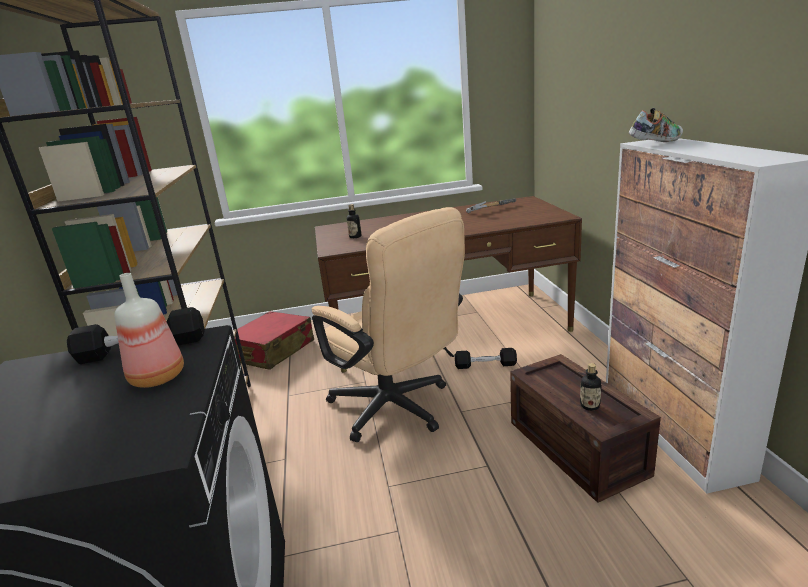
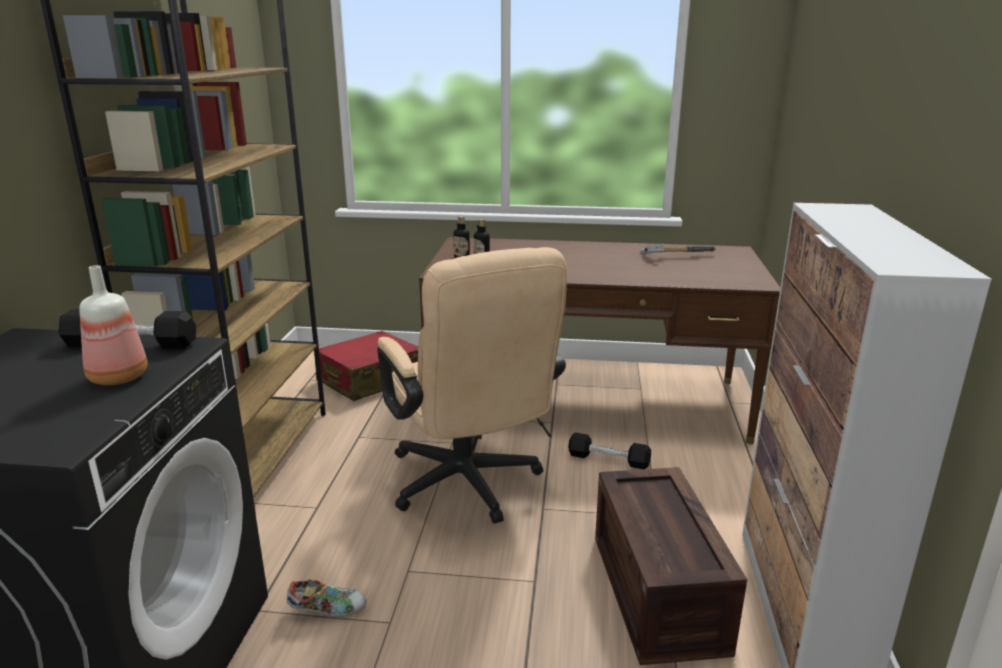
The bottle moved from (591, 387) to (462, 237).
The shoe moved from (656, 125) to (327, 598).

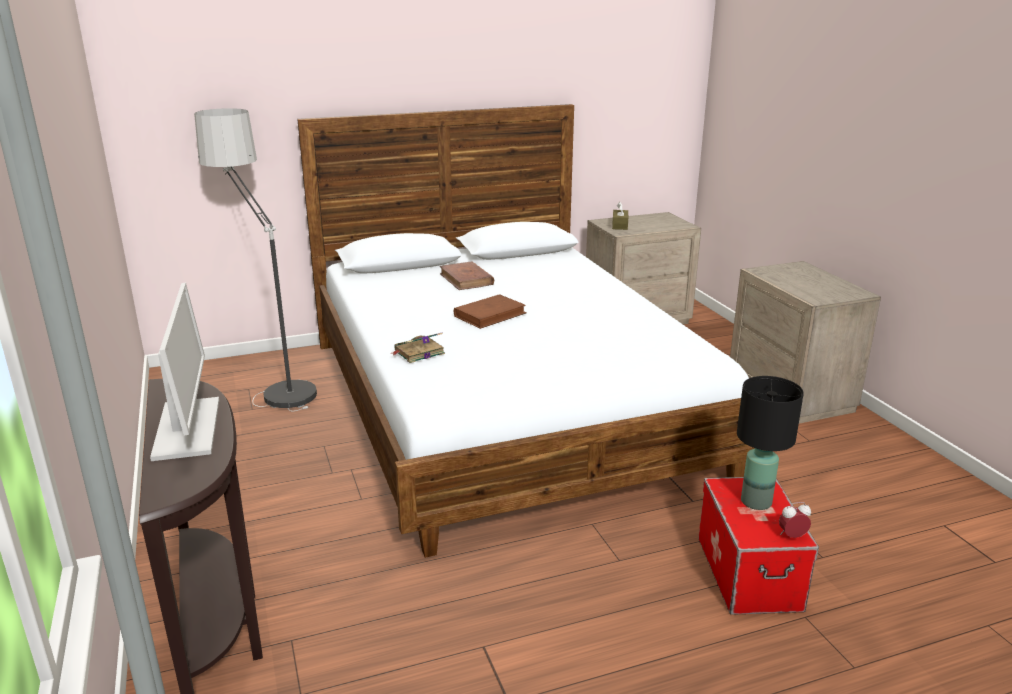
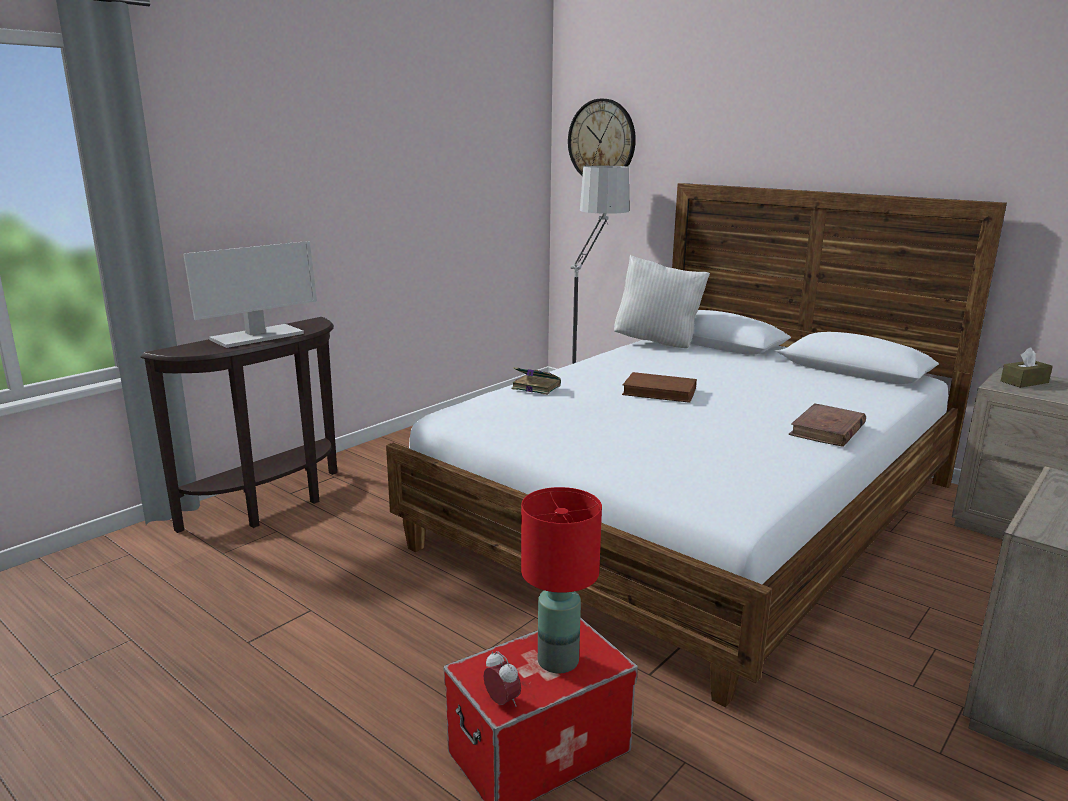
The wall clock at (602, 137) appeared.
The white pillow at (662, 301) appeared.
The brown book moved from (467, 275) to (827, 425).
The black table lamp at (770, 443) became the red table lamp at (561, 580).

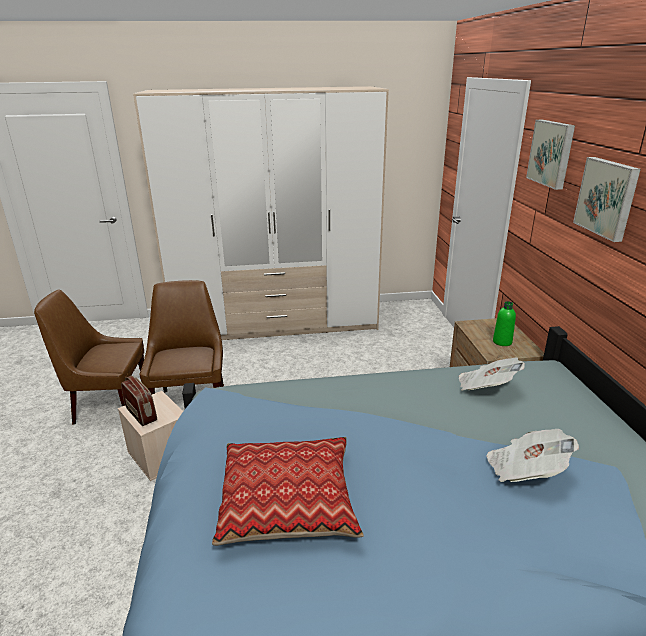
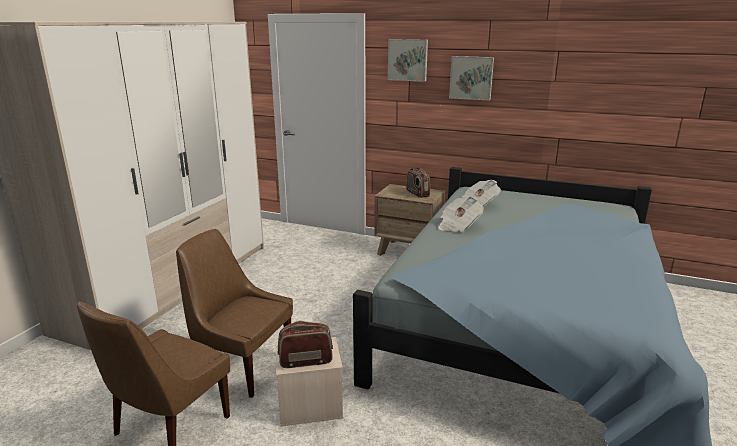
The pillow at (288, 491) disappeared.
The newspaper moved from (532, 455) to (461, 214).
The green bottle at (504, 323) was replaced by the radio at (418, 183).

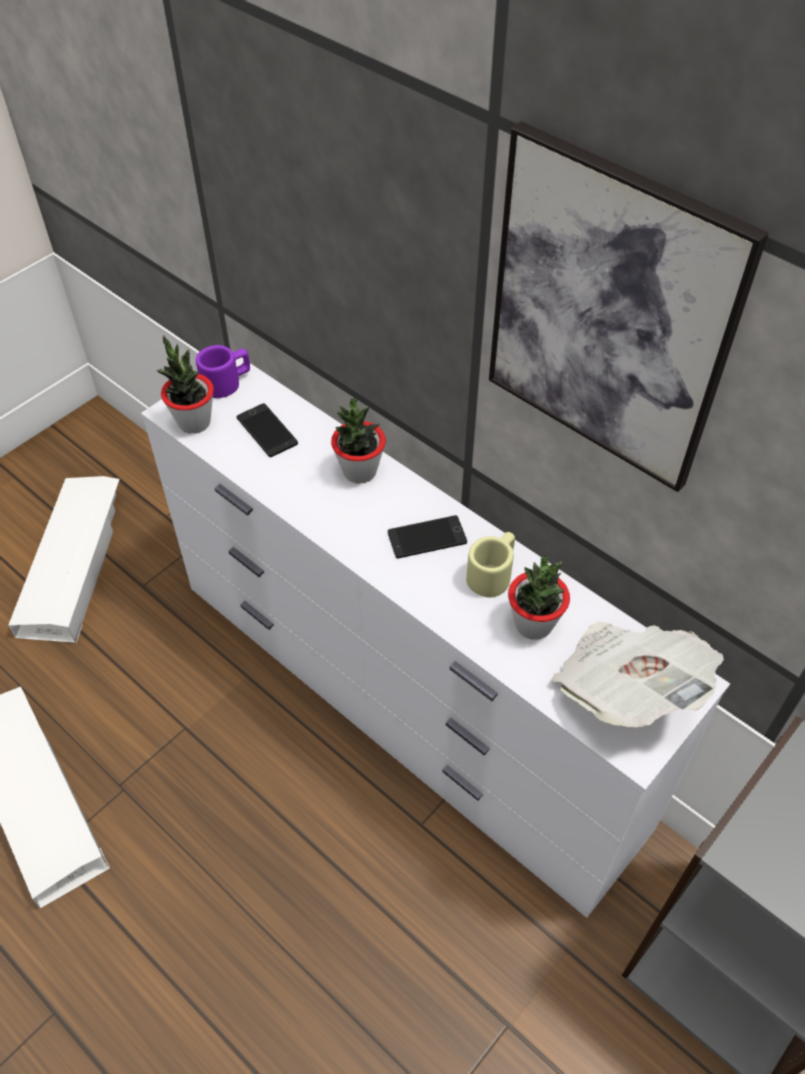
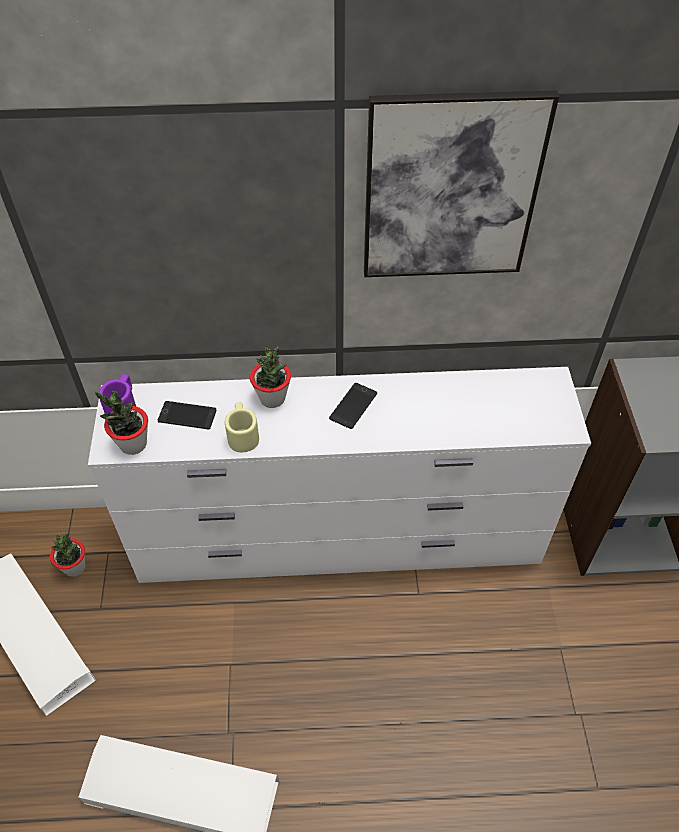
The newspaper at (637, 674) disappeared.
The beige mug moved from (490, 565) to (242, 427).
The potted plant moved from (539, 598) to (67, 554).

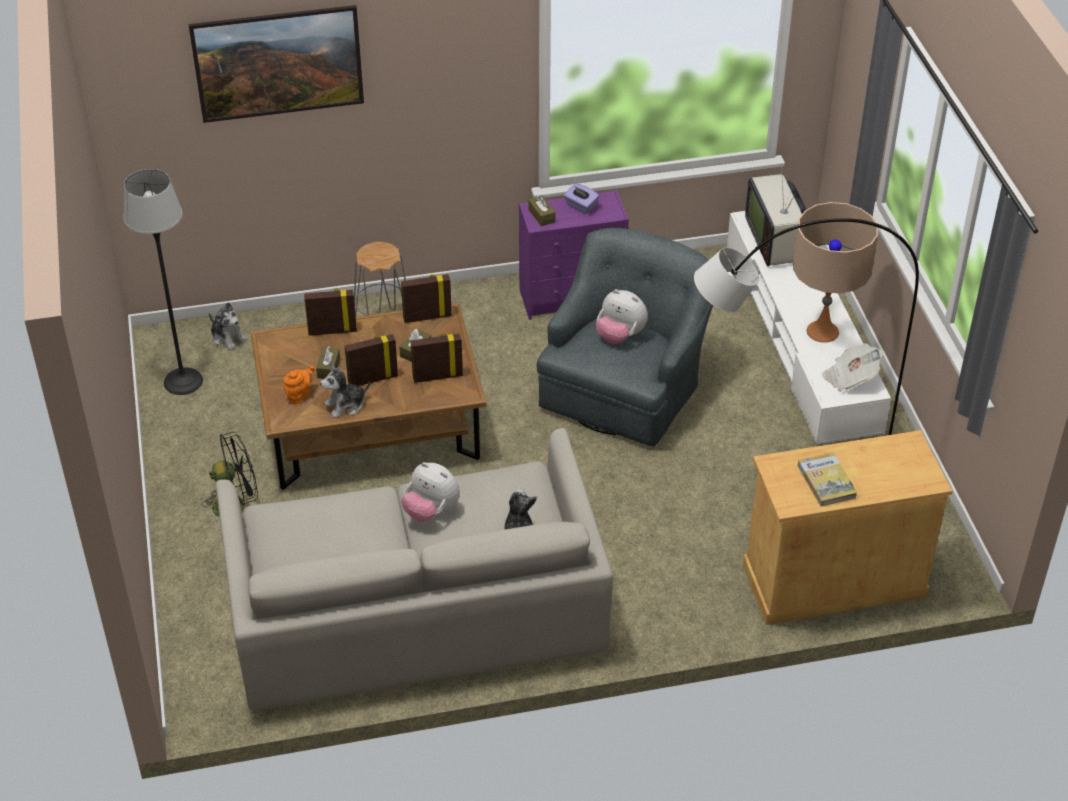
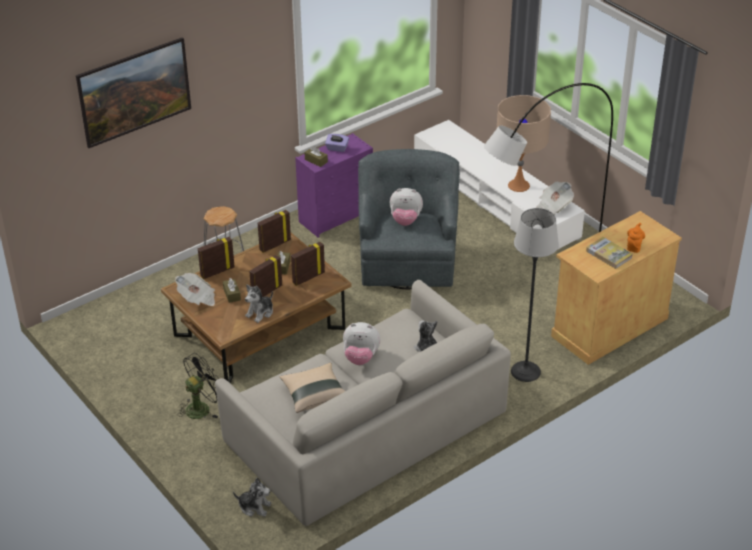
The television at (775, 215) disappeared.
The newspaper at (195, 289) appeared.
The beige pillow at (312, 387) appeared.
The floor lamp moved from (163, 282) to (535, 295).
The plush toy moved from (228, 326) to (252, 497).
The orange teapot moved from (298, 385) to (636, 238).

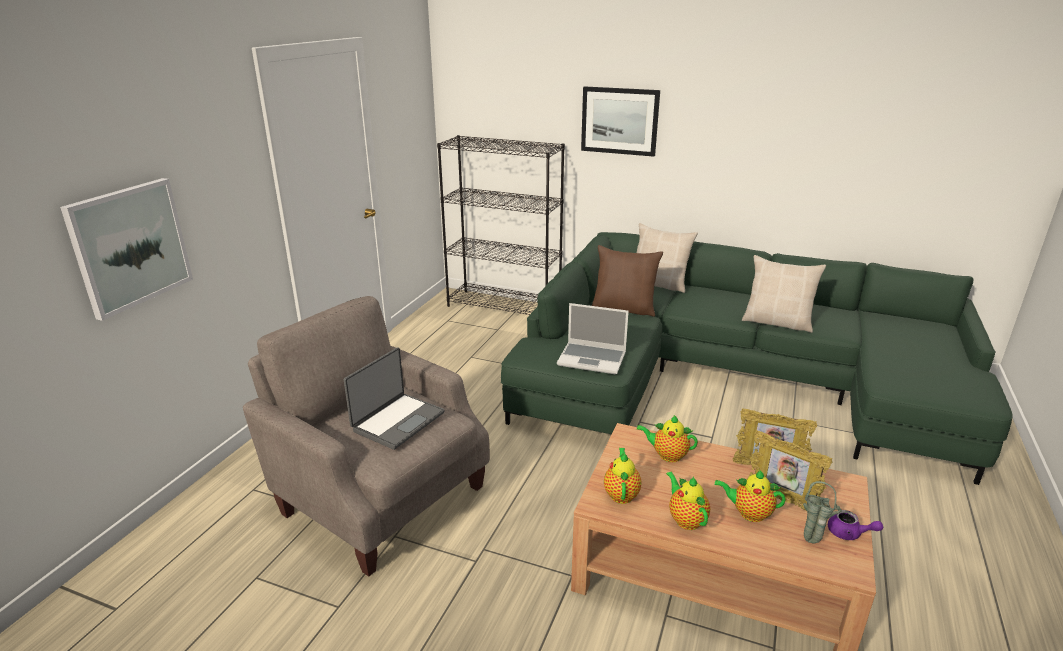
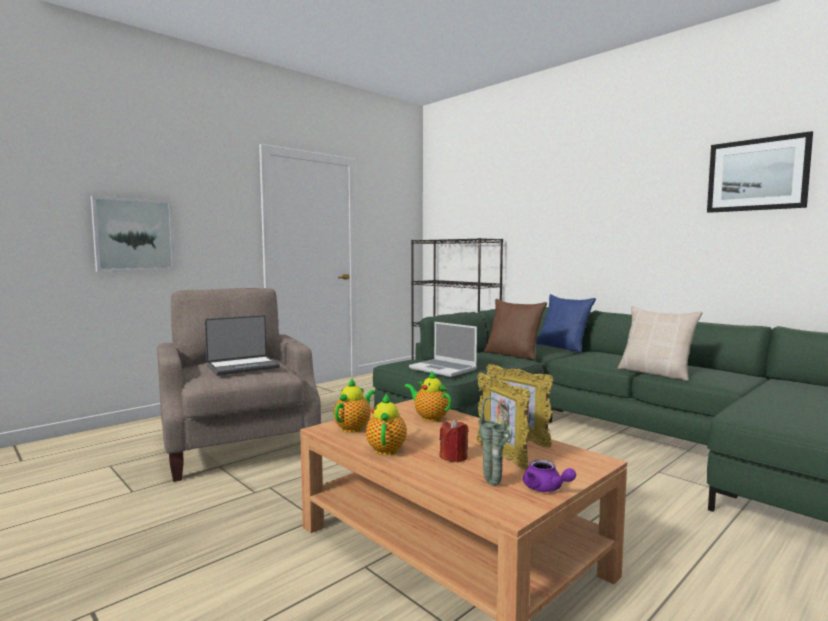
The picture moved from (620, 121) to (760, 172).
The teapot at (750, 496) was replaced by the red candle at (454, 440).
The beige pillow at (667, 258) became the blue pillow at (566, 323).

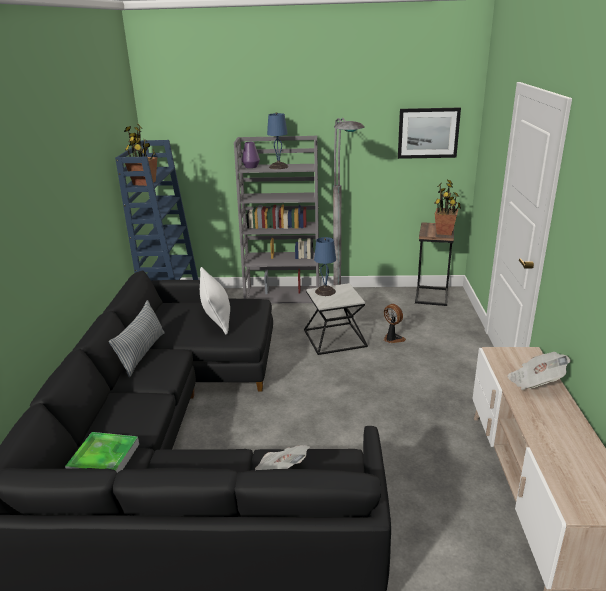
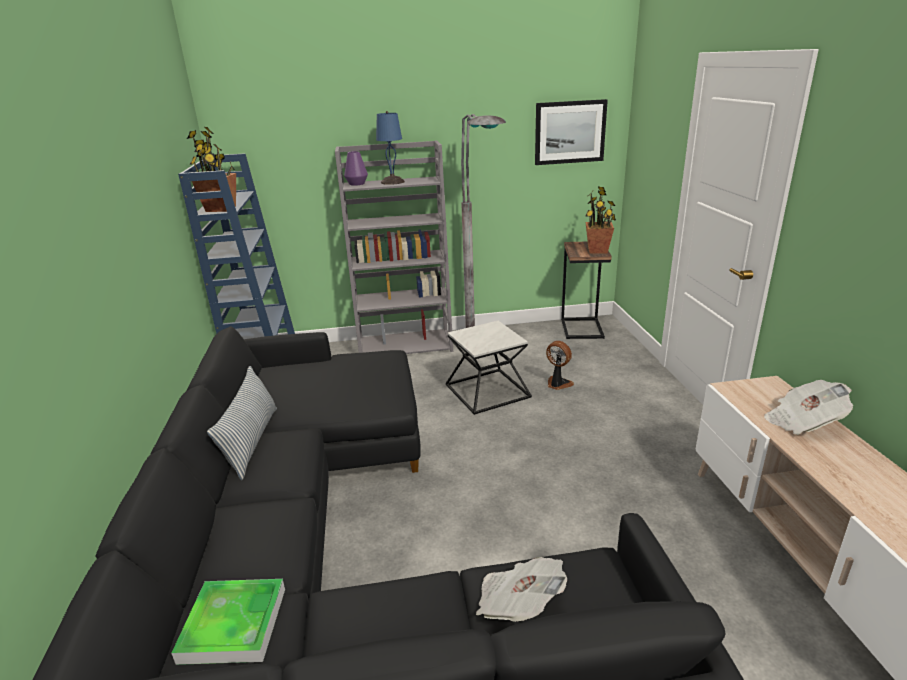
The white pillow at (215, 301) disappeared.
The blue table lamp at (325, 266) disappeared.

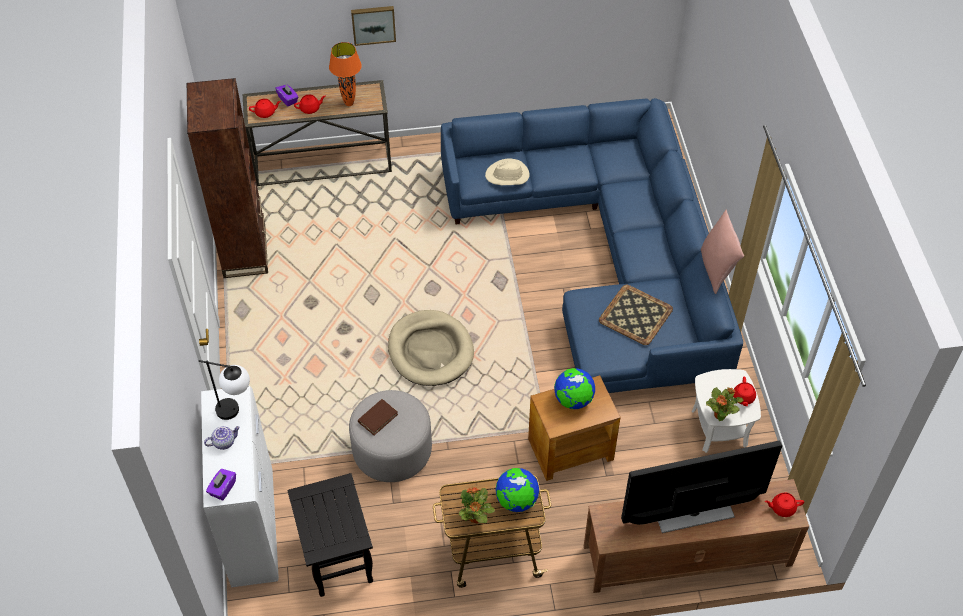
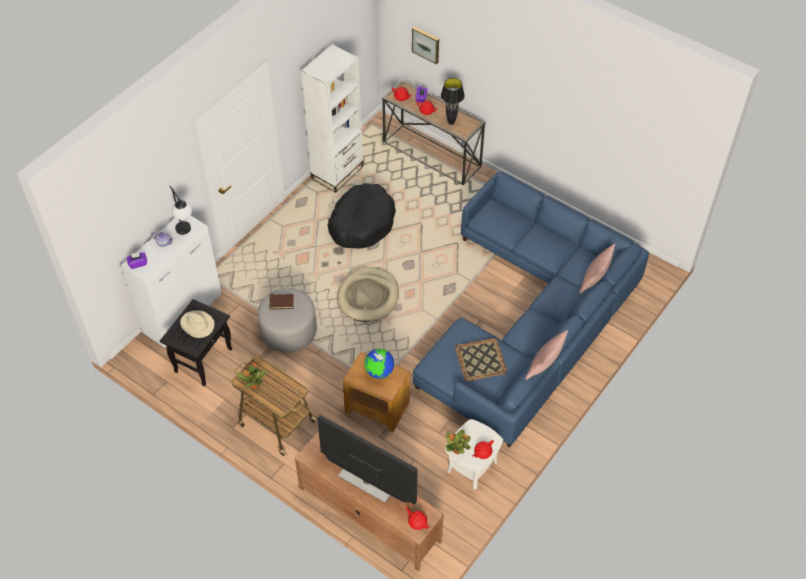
The globe at (517, 490) disappeared.
The black dog bed at (362, 216) appeared.
The pink pillow at (597, 269) appeared.
The picture moved from (373, 26) to (425, 45).
The beige hat moved from (507, 172) to (197, 324).
The brown bookcase at (227, 178) became the white bookcase at (332, 118).
The orange table lamp at (345, 74) became the black table lamp at (453, 101).

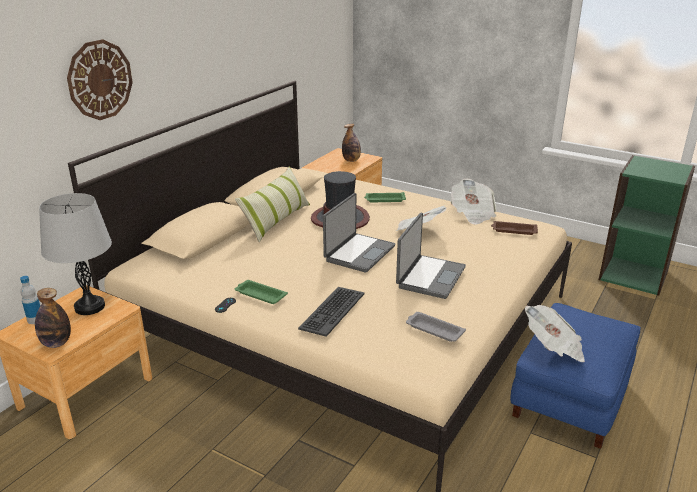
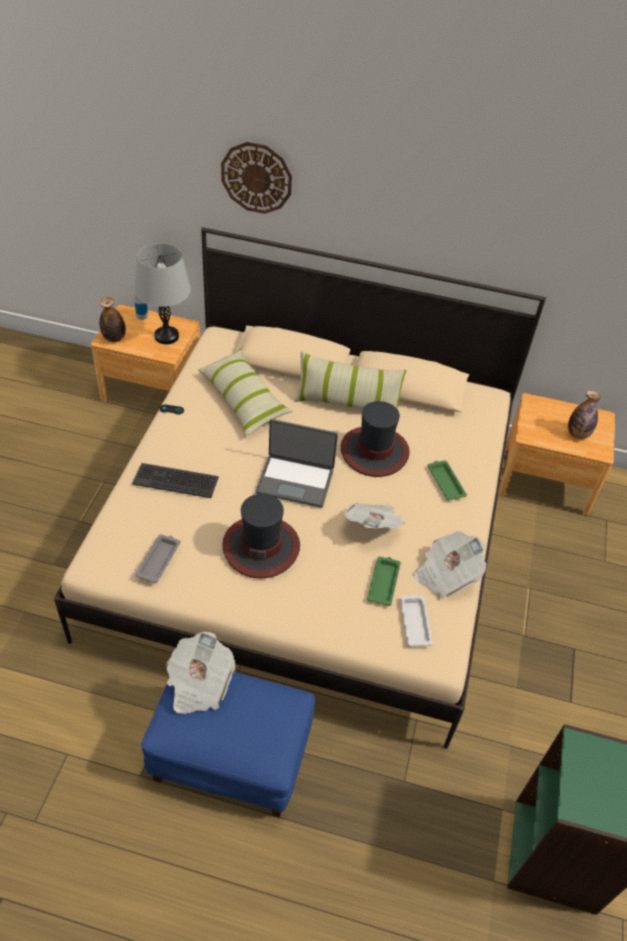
The pillow at (245, 392) appeared.
The green tray moved from (261, 292) to (384, 581).
The laptop at (431, 256) was replaced by the hat at (261, 536).
The brown tray at (514, 228) became the white tray at (416, 620).

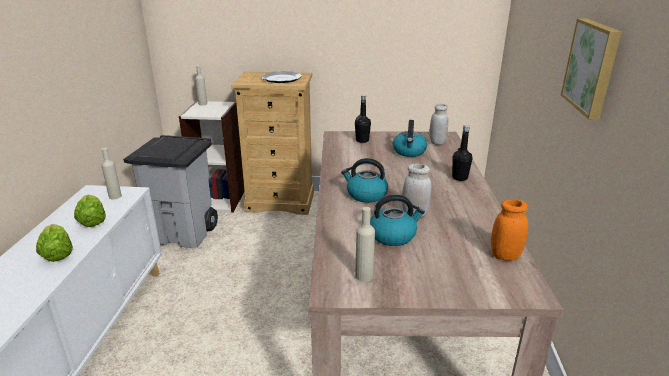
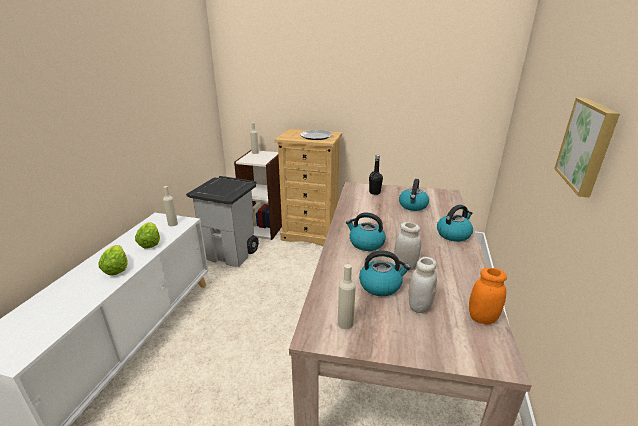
The white jar moved from (439, 124) to (423, 285).
The black bottle at (462, 153) was replaced by the kettle at (455, 223).

